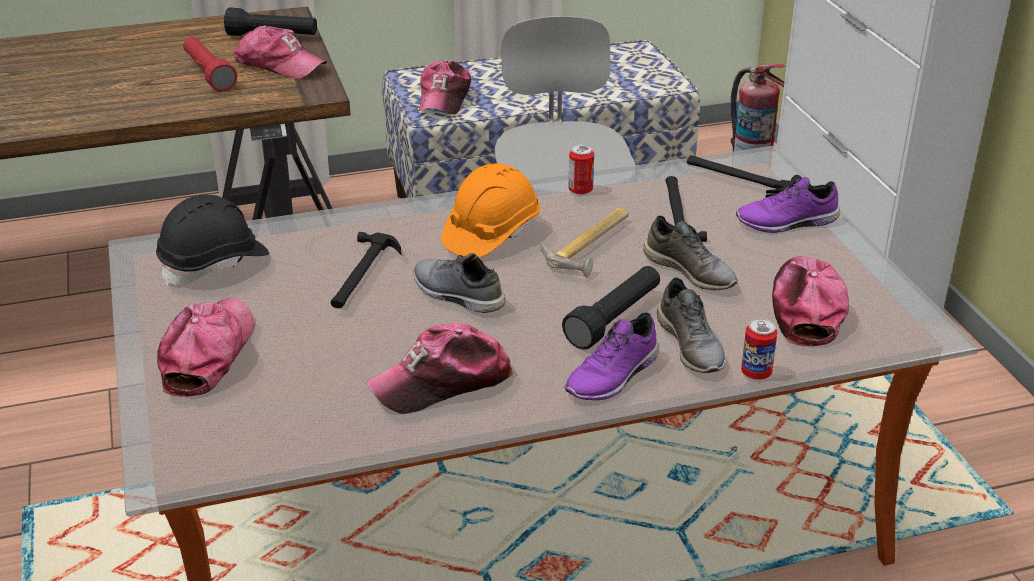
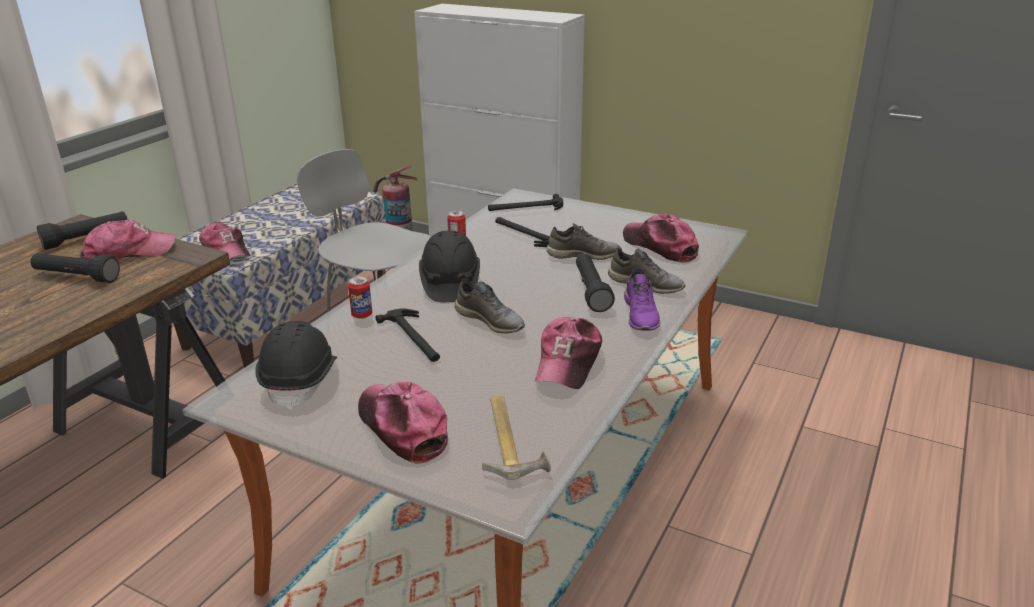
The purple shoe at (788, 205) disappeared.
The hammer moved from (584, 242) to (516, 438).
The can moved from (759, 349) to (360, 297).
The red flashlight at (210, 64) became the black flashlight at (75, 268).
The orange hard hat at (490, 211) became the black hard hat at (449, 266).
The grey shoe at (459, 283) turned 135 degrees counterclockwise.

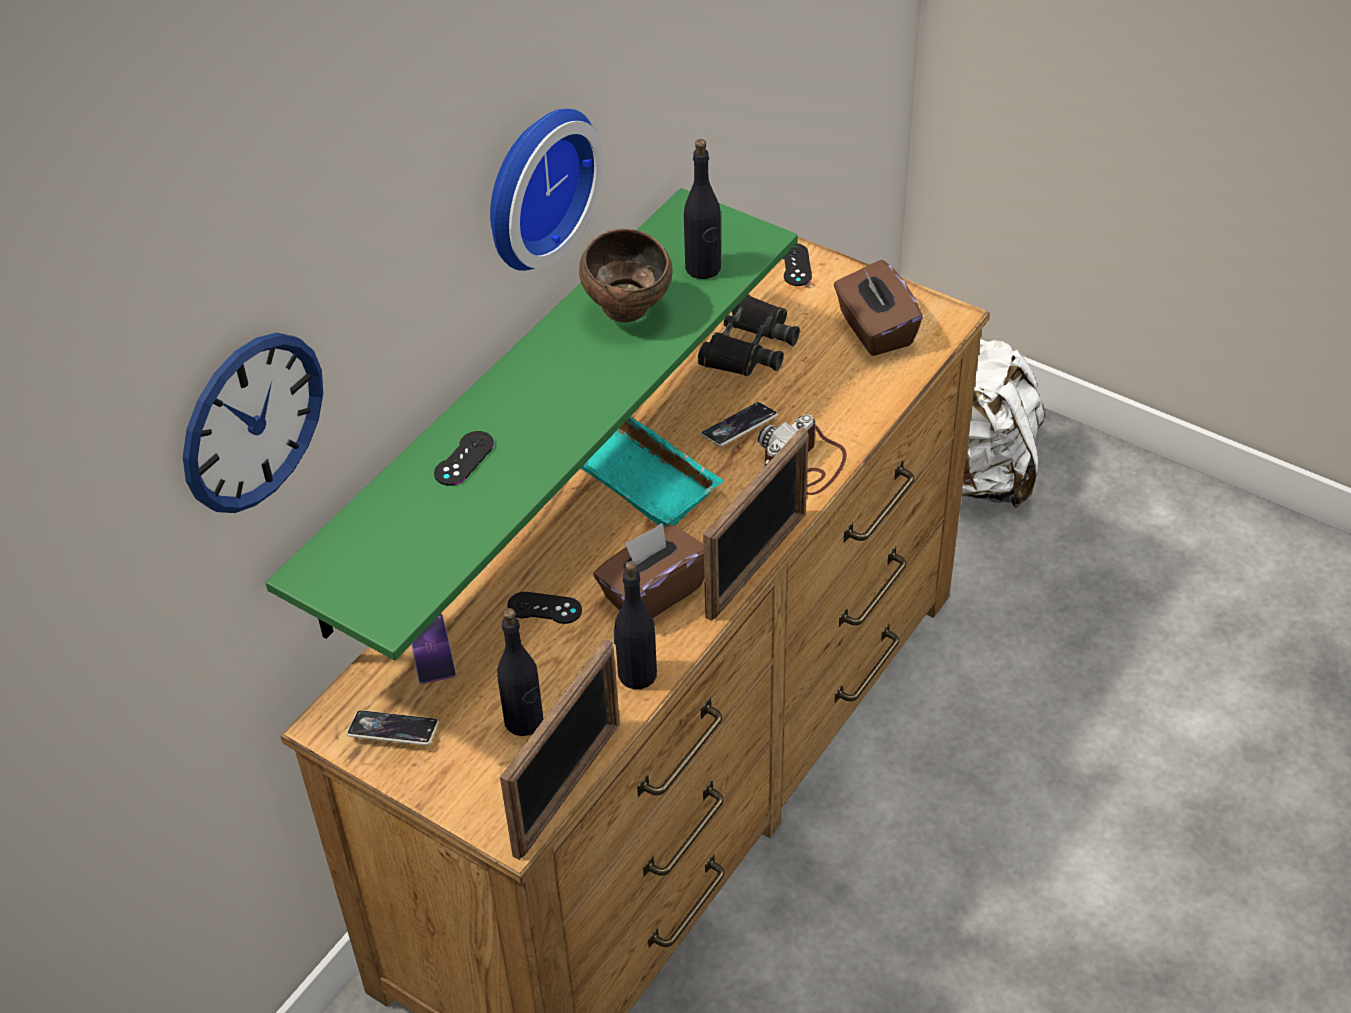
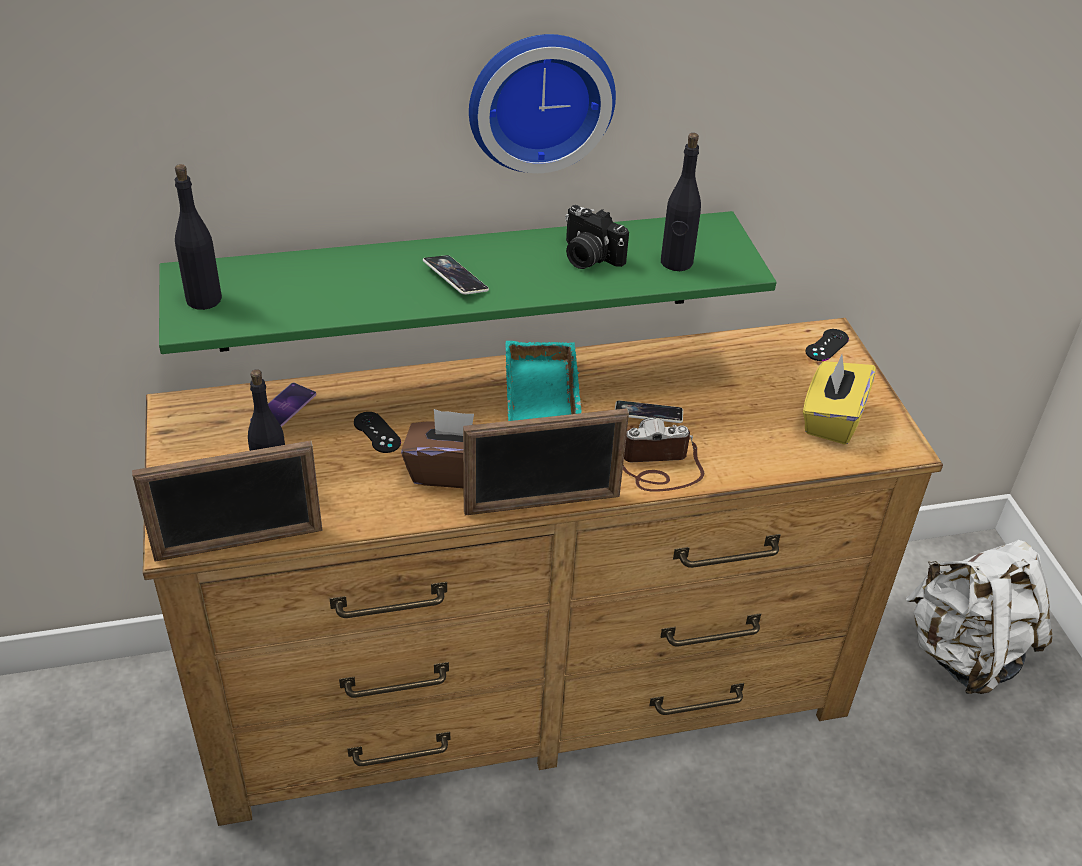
The wall clock at (253, 423) disappeared.
The black game controller at (464, 458) disappeared.
The black binoculars at (748, 335) disappeared.
The phone moved from (393, 727) to (456, 275).
The black bottle moved from (635, 625) to (198, 237).
The brown bowl at (625, 276) was replaced by the photo camera at (597, 237).
The brown tissue box at (878, 308) became the yellow tissue box at (839, 400).

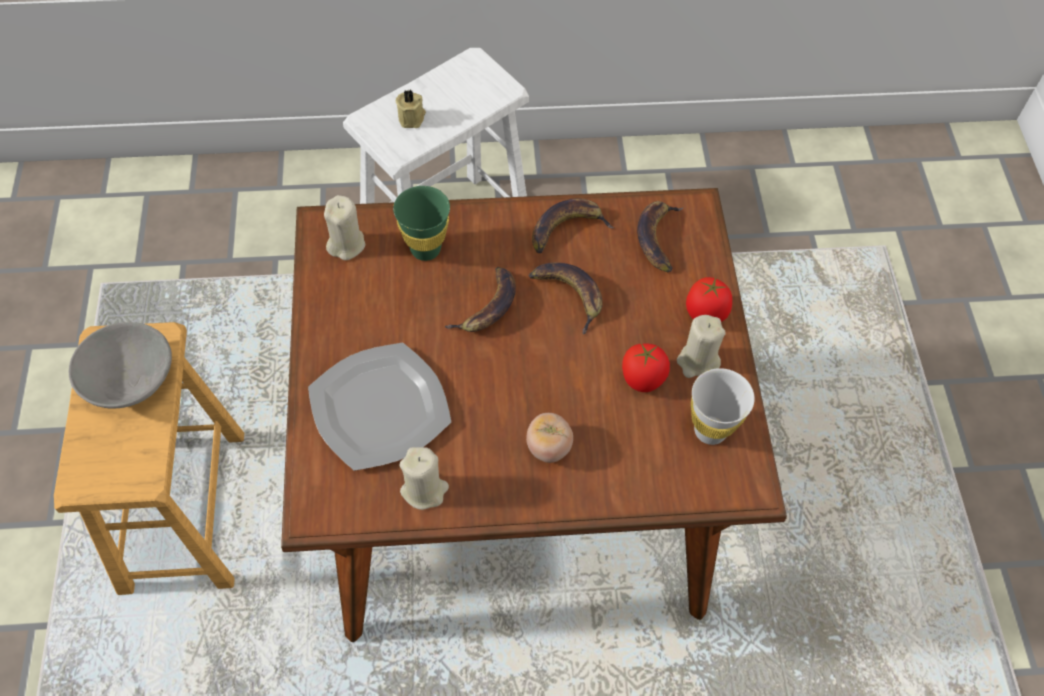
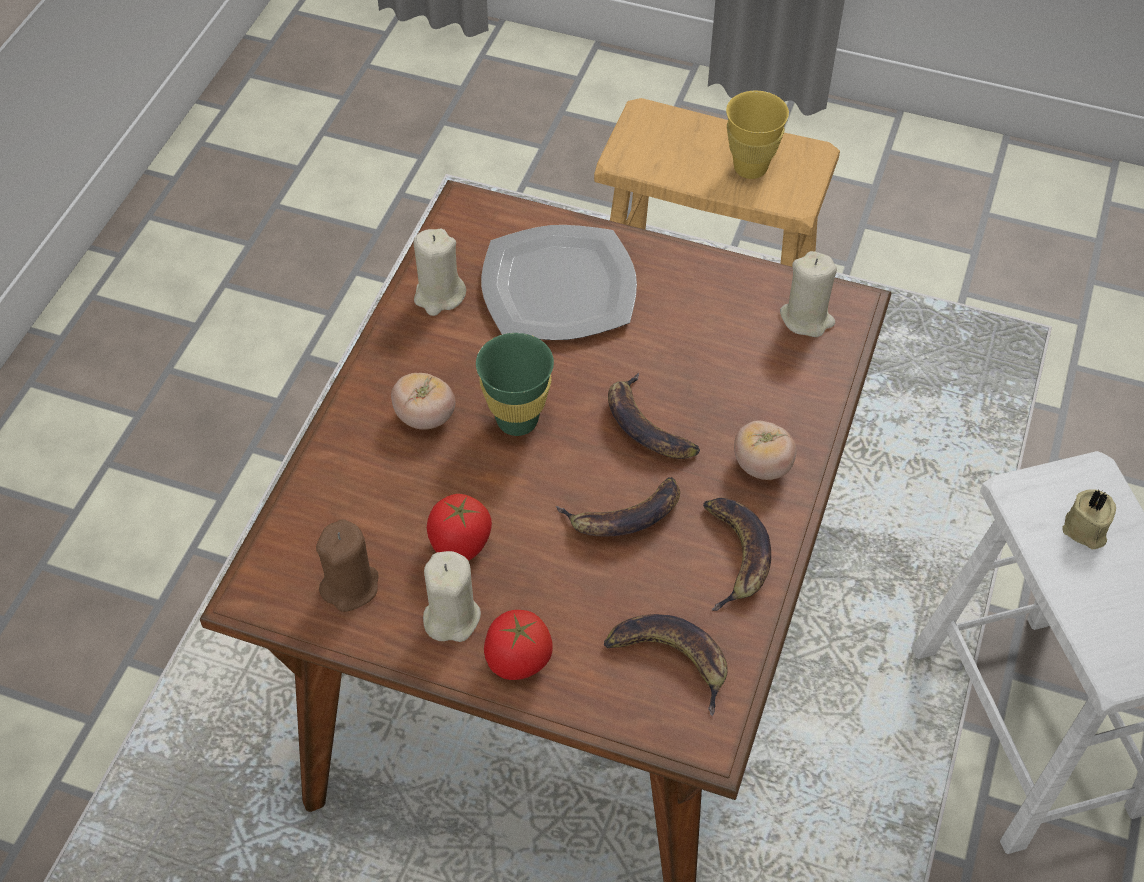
The tomato at (765, 450) appeared.
The green cup moved from (421, 223) to (515, 384).
The grey bowl at (120, 365) was replaced by the yellow cup at (757, 135).
The white cup at (723, 406) was replaced by the brown candle at (347, 565).

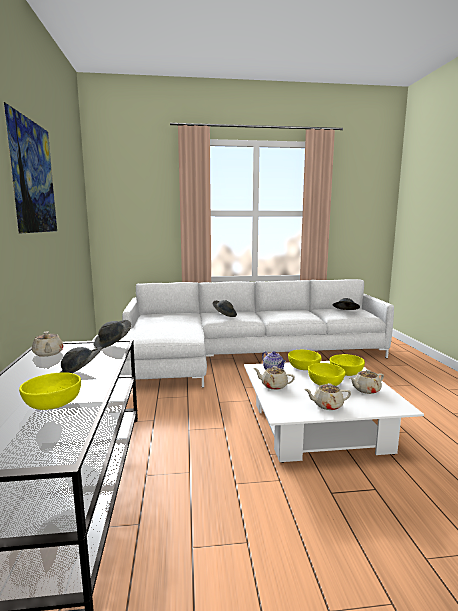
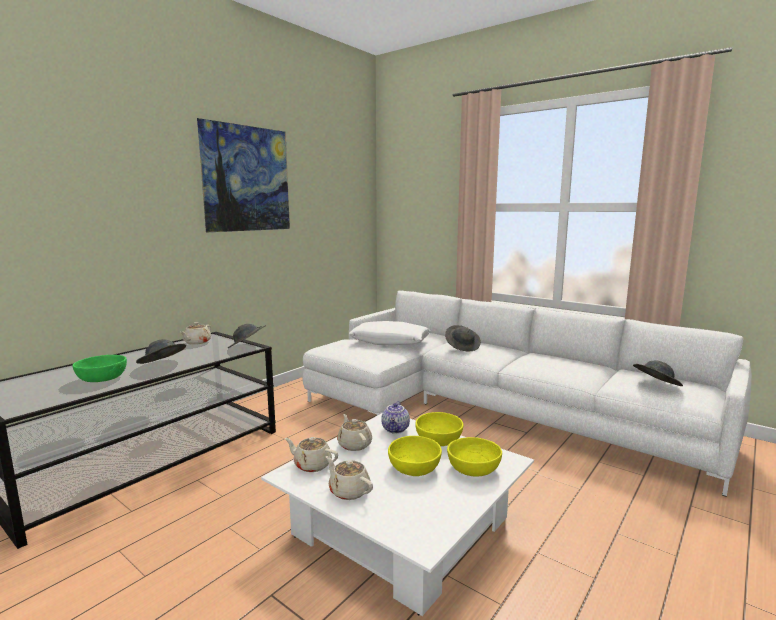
The white pillow at (389, 333) appeared.
The beige teapot moved from (367, 382) to (311, 454).
The yellow bowl at (50, 391) became the green bowl at (99, 368).

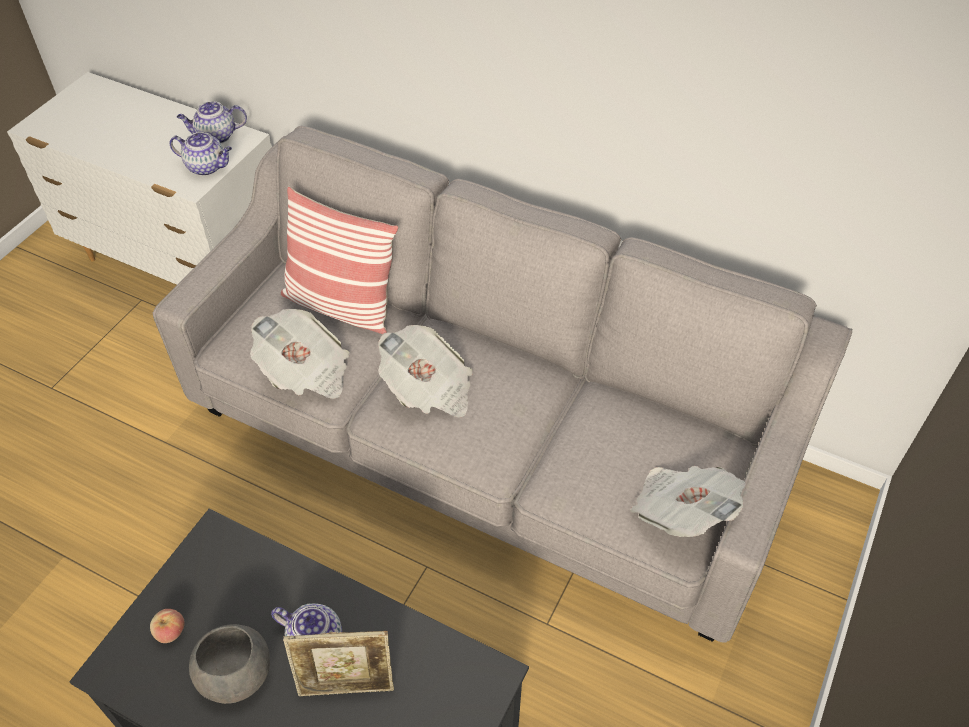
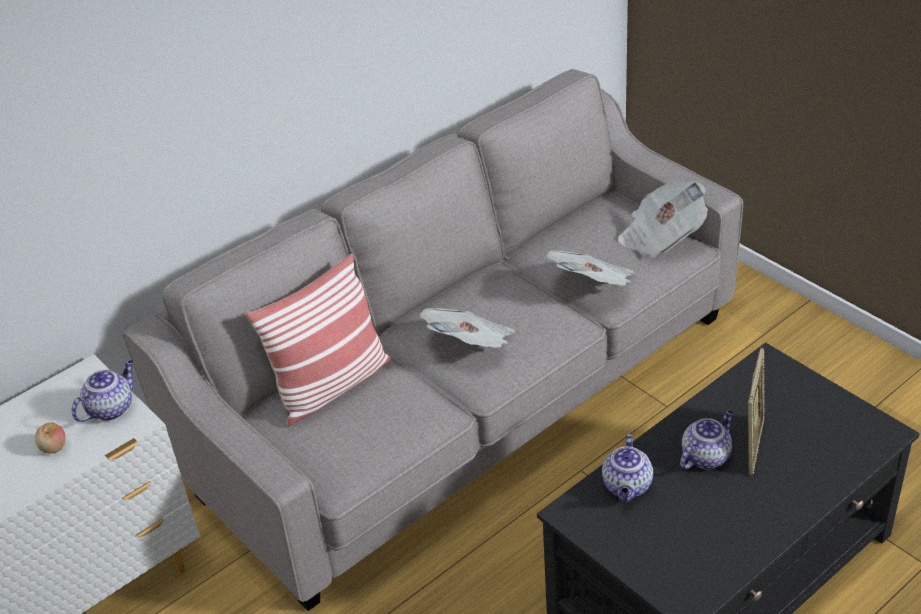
The grey bowl at (229, 664) disappeared.
The apple moved from (167, 626) to (50, 438).
The teapot moved from (212, 122) to (627, 468).
The newspaper moved from (299, 354) to (591, 268).

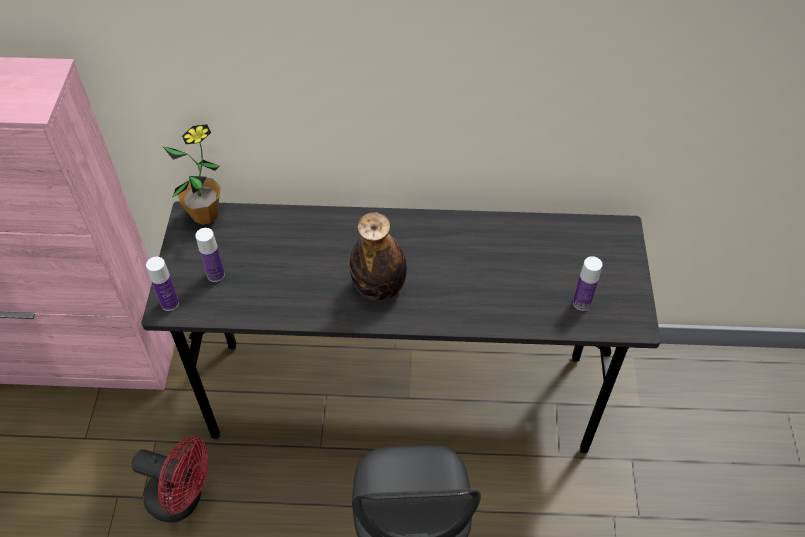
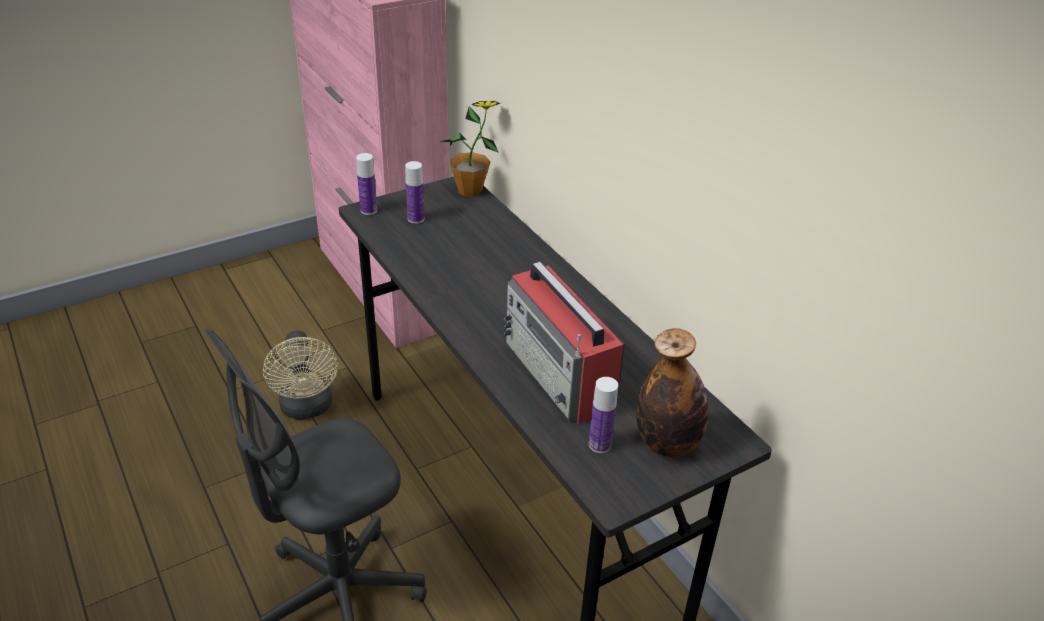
The radio at (564, 343) appeared.
The bottle moved from (378, 256) to (672, 392).
The red fan at (170, 479) became the beige fan at (300, 375).

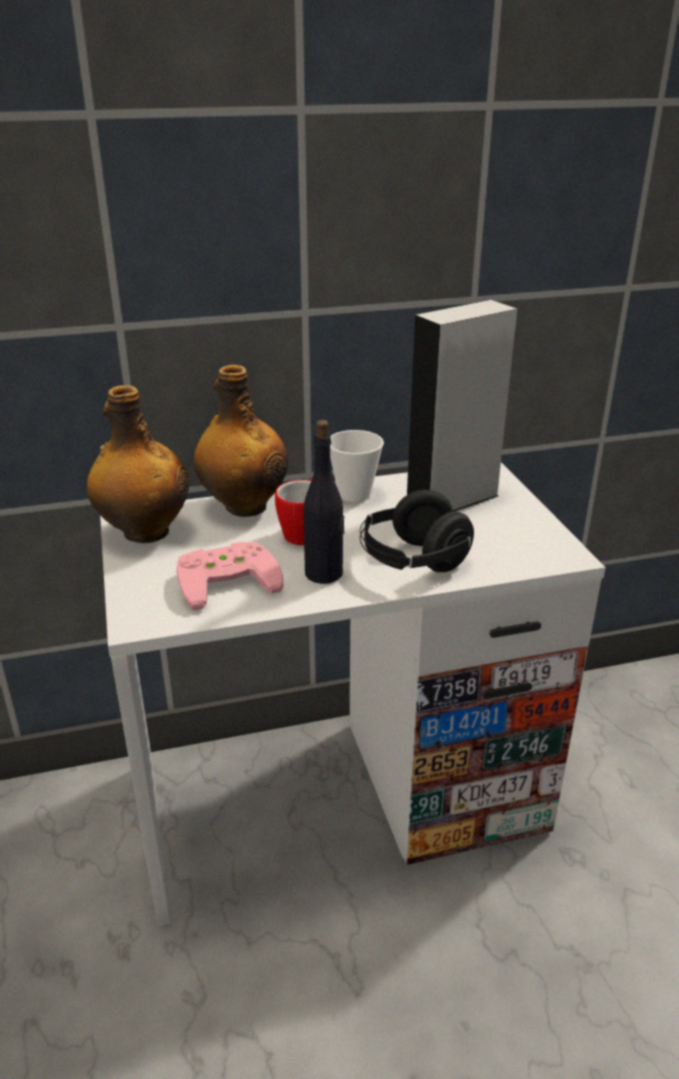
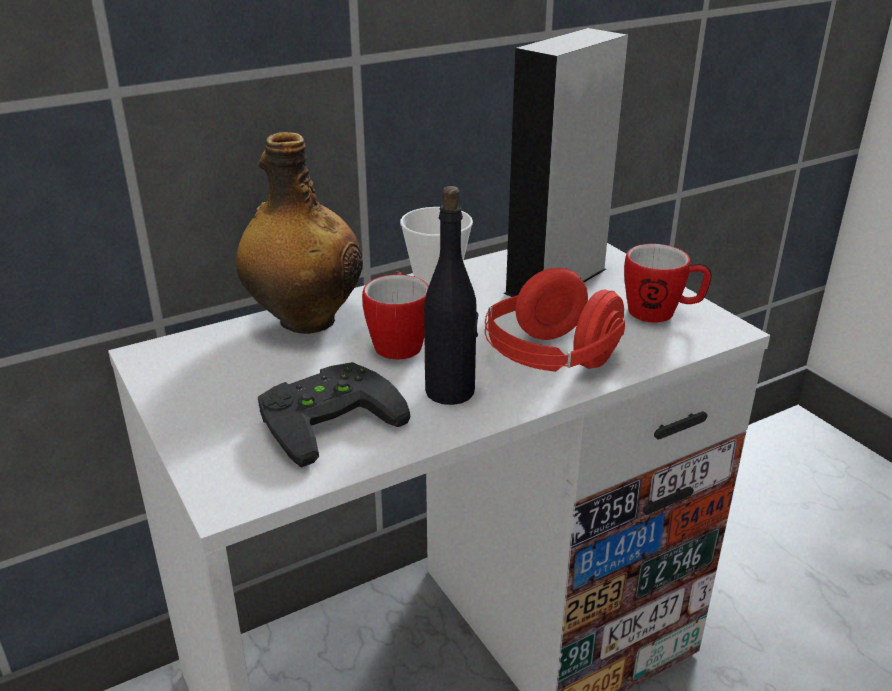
The bottle at (138, 464) disappeared.
The mug at (668, 283) appeared.
The pink game controller at (229, 576) became the black game controller at (334, 415).
The black headphones at (417, 531) became the red headphones at (555, 320).

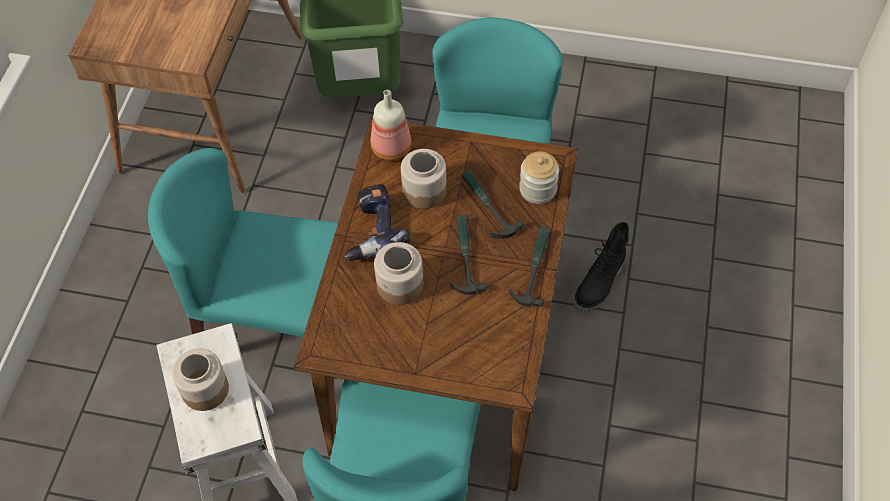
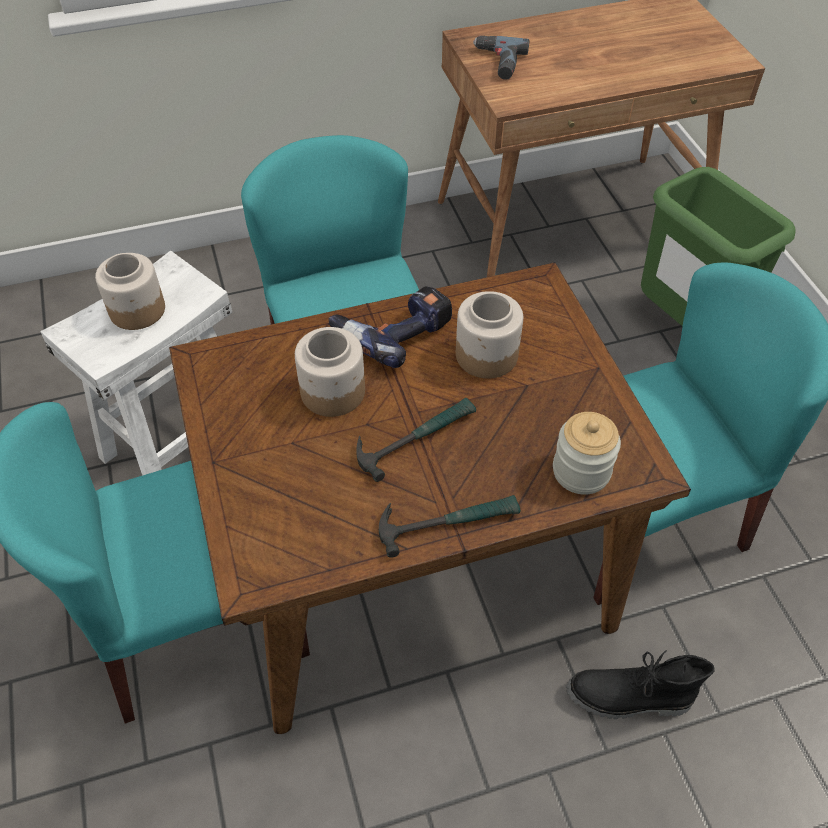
The bottle at (391, 125) disappeared.
The hammer at (493, 204) disappeared.
The power drill at (501, 58) appeared.

